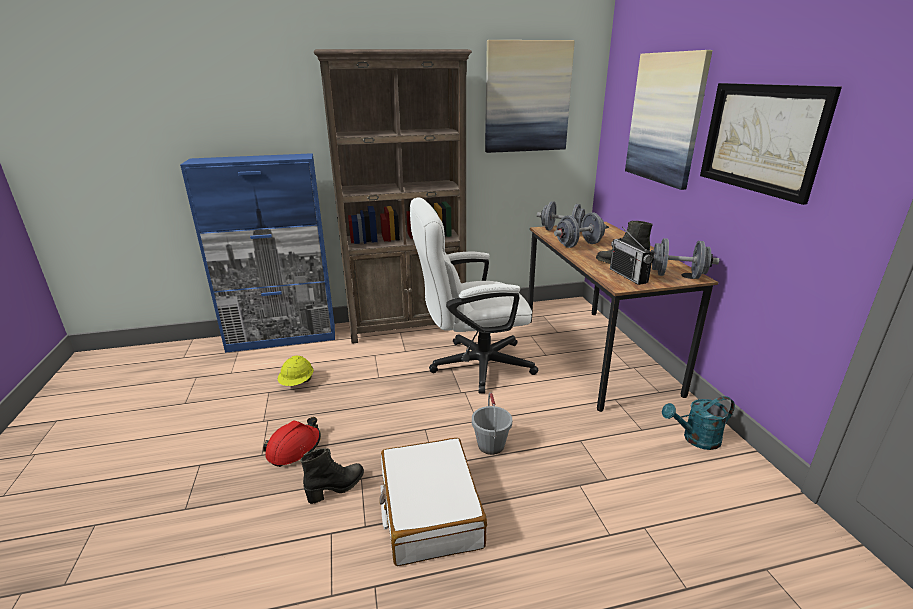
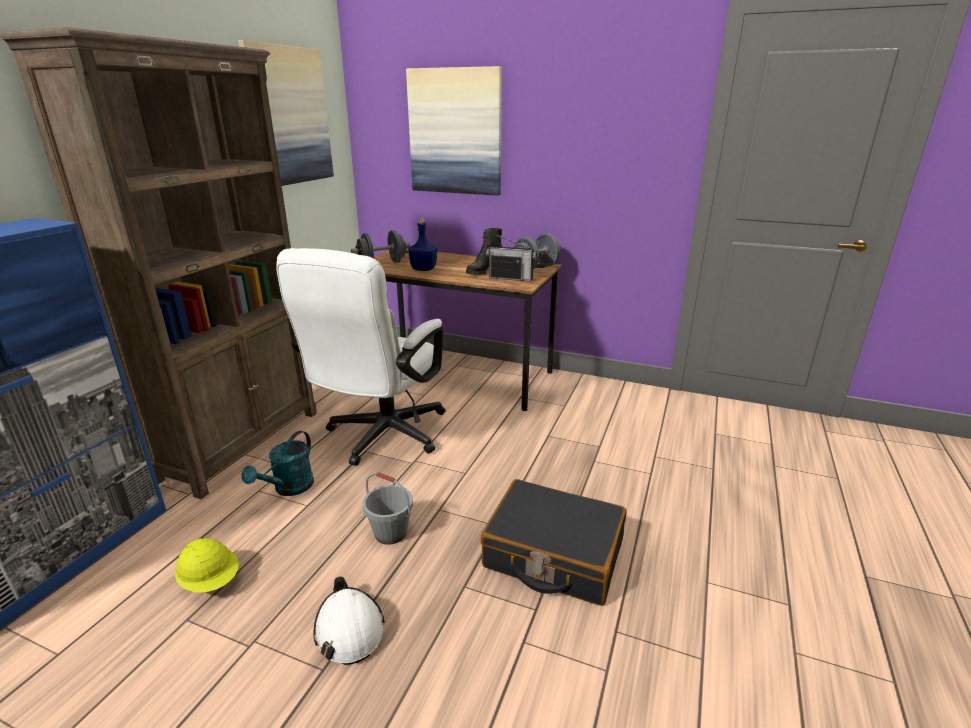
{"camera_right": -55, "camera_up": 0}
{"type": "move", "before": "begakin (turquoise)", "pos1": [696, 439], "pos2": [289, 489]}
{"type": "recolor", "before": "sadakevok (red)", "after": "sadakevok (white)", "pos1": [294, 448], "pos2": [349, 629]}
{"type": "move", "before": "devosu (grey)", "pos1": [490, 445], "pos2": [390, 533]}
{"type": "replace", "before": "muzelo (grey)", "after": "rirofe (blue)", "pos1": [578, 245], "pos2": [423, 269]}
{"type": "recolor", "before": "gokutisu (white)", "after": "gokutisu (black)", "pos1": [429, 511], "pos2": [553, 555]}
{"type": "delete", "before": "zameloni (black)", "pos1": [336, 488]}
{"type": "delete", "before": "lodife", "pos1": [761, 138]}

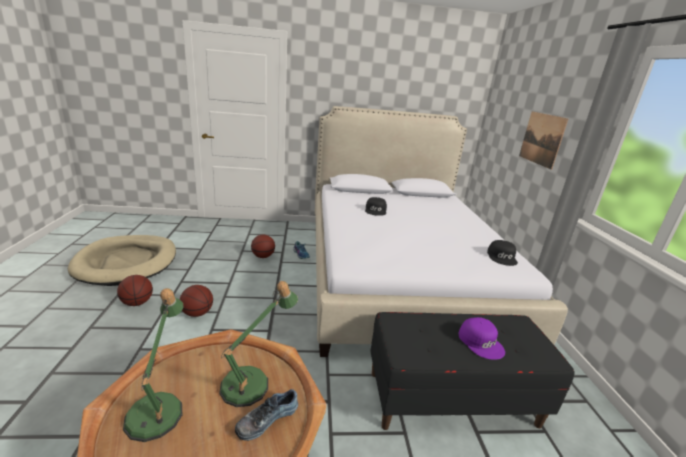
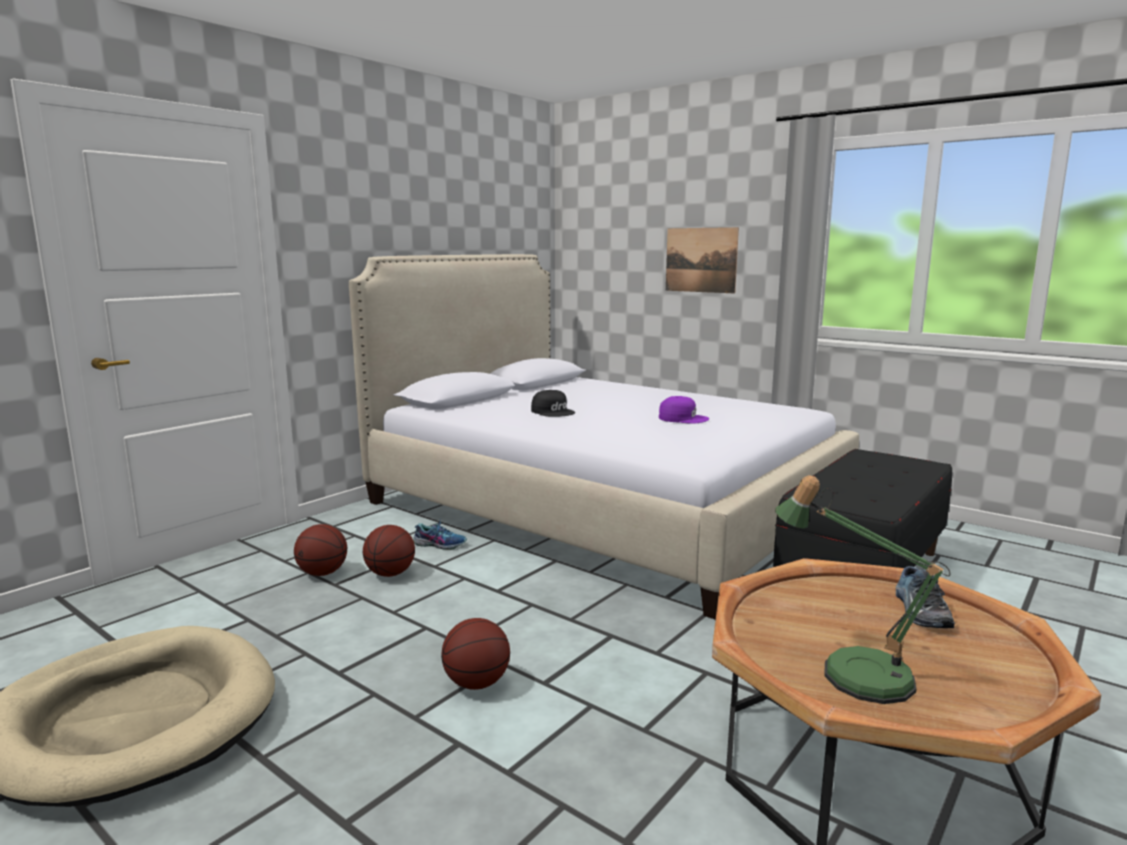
{"camera_right": -45, "camera_up": -10}
{"type": "move", "before": "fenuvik", "pos1": [137, 303], "pos2": [322, 573]}
{"type": "move", "before": "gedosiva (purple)", "pos1": [481, 342], "pos2": [682, 418]}
{"type": "delete", "before": "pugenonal", "pos1": [252, 382]}
{"type": "delete", "before": "gedosiva (black)", "pos1": [502, 257]}

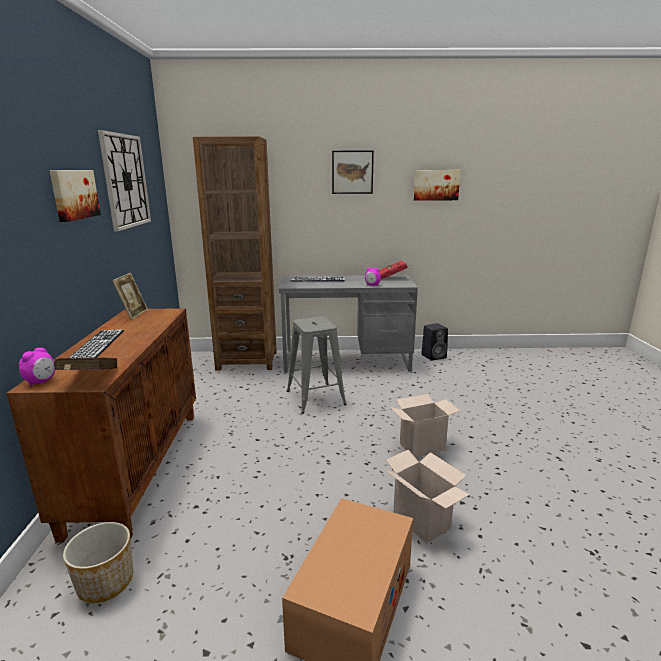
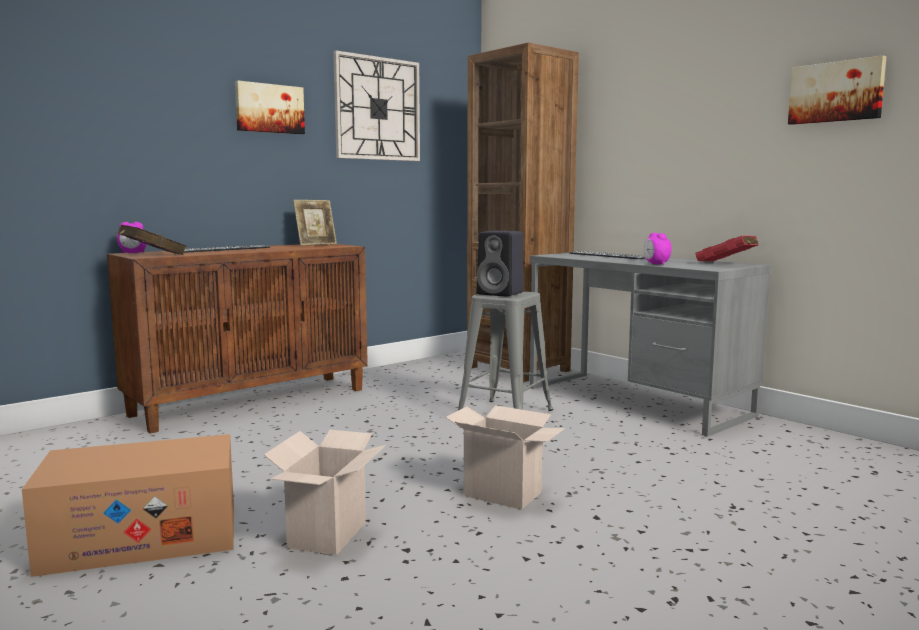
{"camera_right": 50, "camera_up": -10}
{"type": "move", "before": "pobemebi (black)", "pos1": [434, 356], "pos2": [501, 293]}
{"type": "delete", "before": "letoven", "pos1": [105, 582]}
{"type": "delete", "before": "lodife", "pos1": [352, 172]}

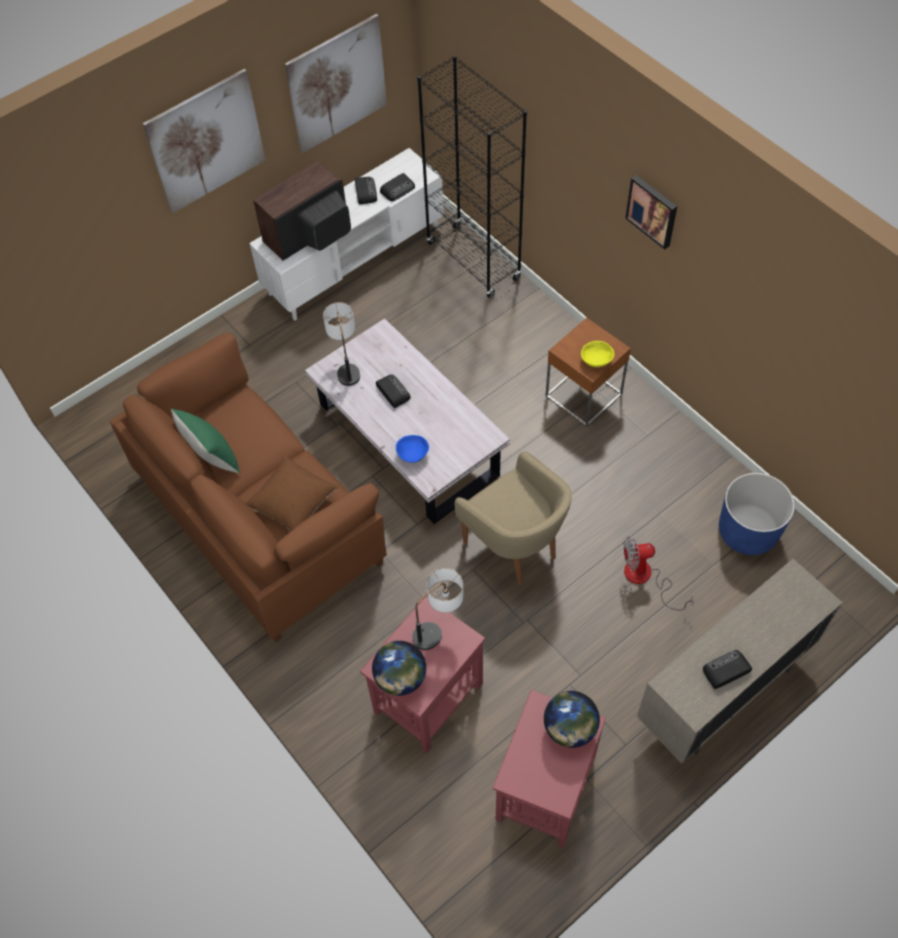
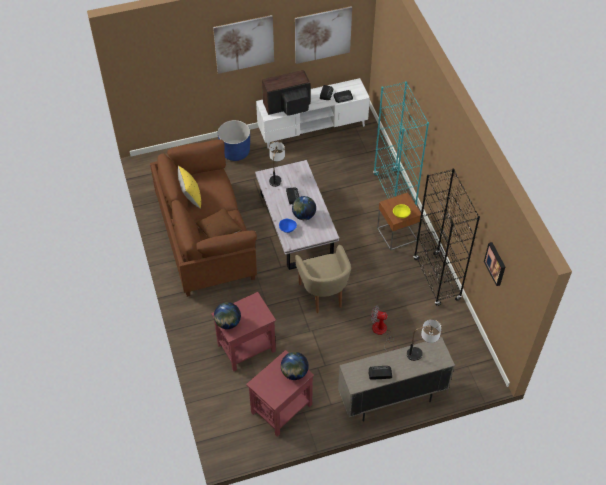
{"camera_right": 20, "camera_up": -5}
{"type": "recolor", "before": "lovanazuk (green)", "after": "lovanazuk (yellow)", "pos1": [212, 458], "pos2": [191, 197]}
{"type": "move", "before": "letoven (blue)", "pos1": [747, 531], "pos2": [235, 151]}
{"type": "insert", "after": "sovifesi", "pos2": [303, 215]}
{"type": "insert", "after": "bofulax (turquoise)", "pos2": [394, 192]}
{"type": "move", "before": "pugenonal", "pos1": [439, 627], "pos2": [422, 352]}
{"type": "move", "before": "bofulax (black)", "pos1": [473, 261], "pos2": [436, 279]}
{"type": "move", "before": "lodife", "pos1": [653, 210], "pos2": [496, 263]}

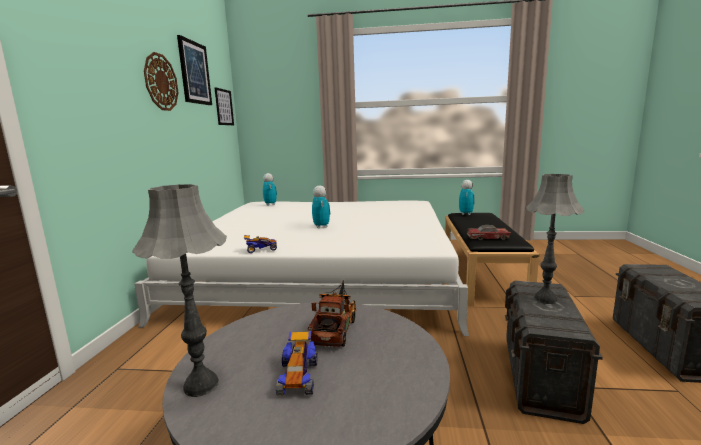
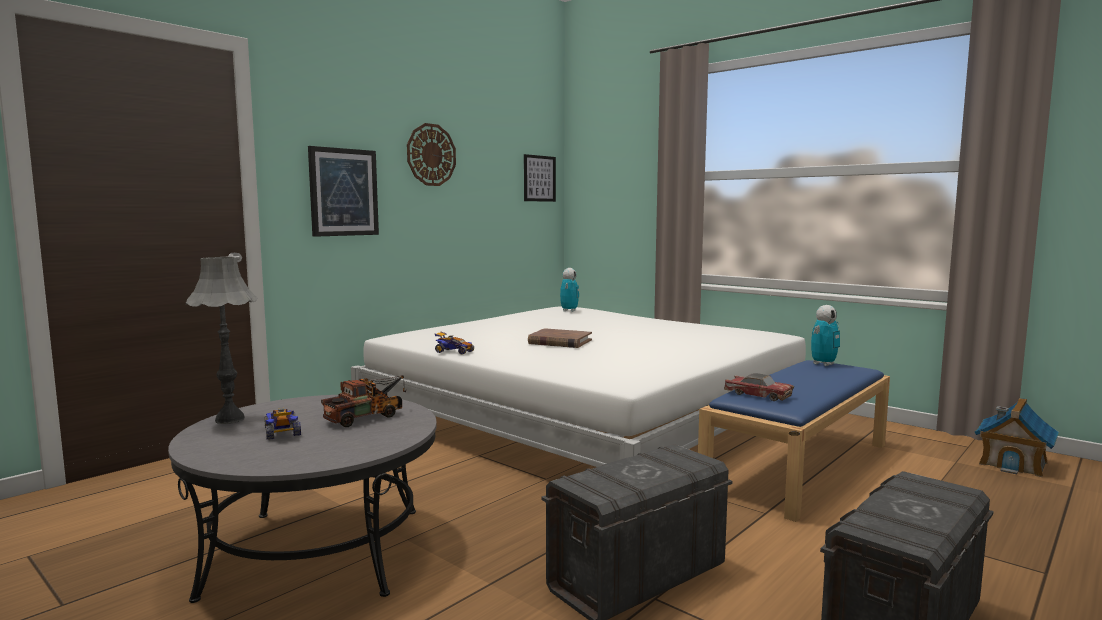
{"camera_right": 35, "camera_up": -5}
{"type": "rotate", "before": "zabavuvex", "pos1": [298, 377], "pos2": [282, 432], "turn": 120}
{"type": "move", "before": "lodife", "pos1": [194, 73], "pos2": [343, 192]}
{"type": "replace", "before": "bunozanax", "after": "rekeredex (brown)", "pos1": [321, 227], "pos2": [559, 342]}
{"type": "recolor", "before": "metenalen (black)", "after": "metenalen (blue)", "pos1": [480, 274], "pos2": [798, 465]}
{"type": "insert", "after": "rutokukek", "pos2": [1013, 463]}
{"type": "delete", "before": "pugenonal (grey)", "pos1": [545, 299]}

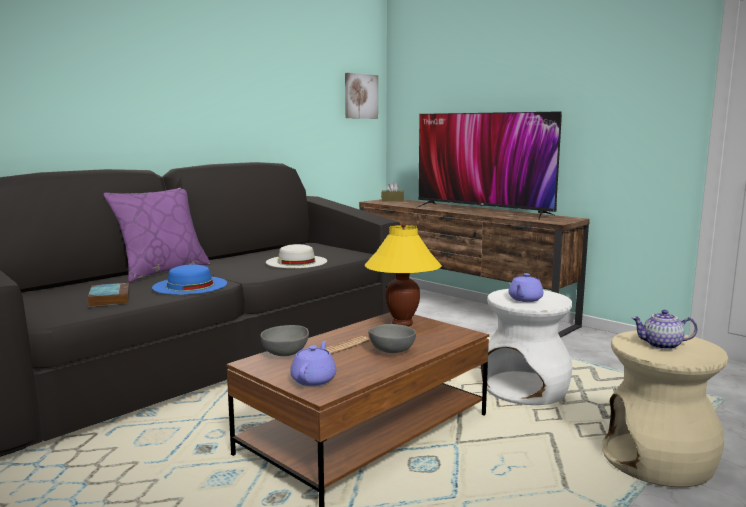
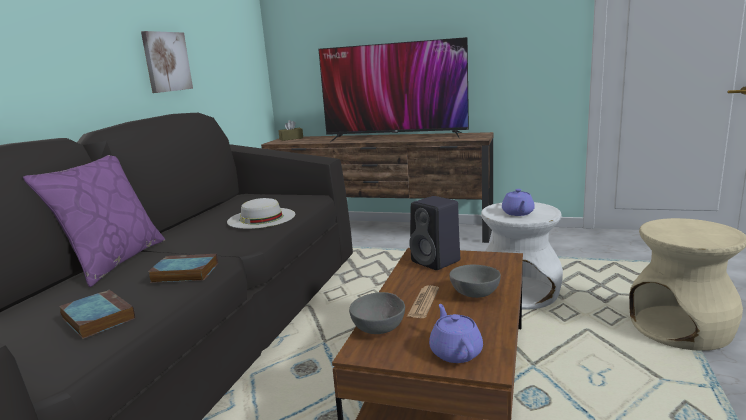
{"camera_right": -25, "camera_up": 5}
{"type": "move", "before": "lodife", "pos1": [360, 96], "pos2": [166, 62]}
{"type": "replace", "before": "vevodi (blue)", "after": "rekeredex", "pos1": [190, 285], "pos2": [183, 273]}
{"type": "replace", "before": "pugenonal (yellow)", "after": "pobemebi (black)", "pos1": [402, 324], "pos2": [437, 261]}
{"type": "delete", "before": "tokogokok", "pos1": [662, 346]}

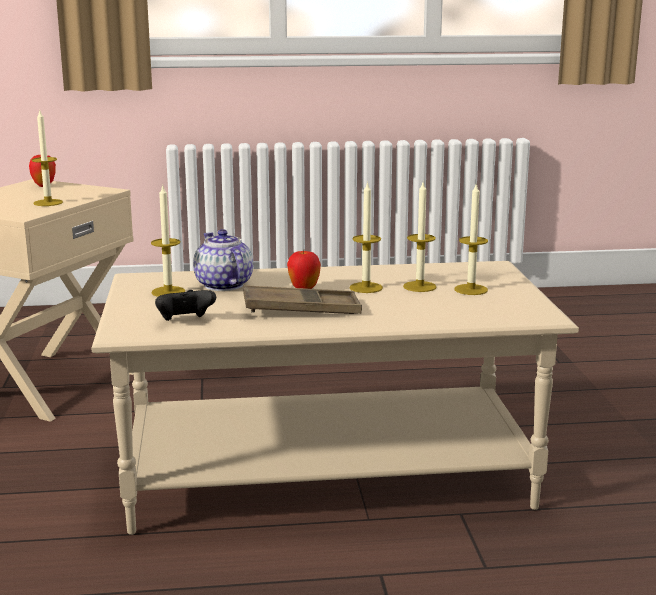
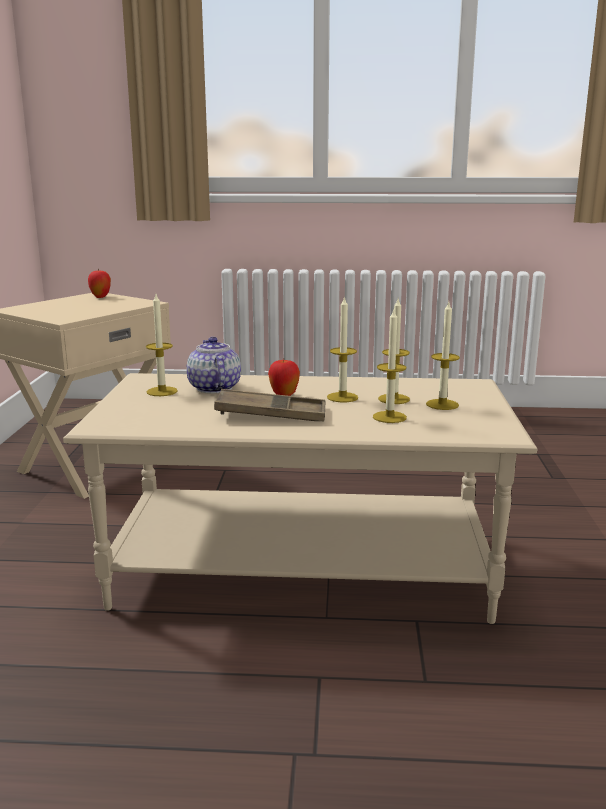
{"camera_right": 10, "camera_up": 0}
{"type": "move", "before": "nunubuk", "pos1": [48, 203], "pos2": [389, 417]}
{"type": "delete", "before": "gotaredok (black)", "pos1": [185, 321]}

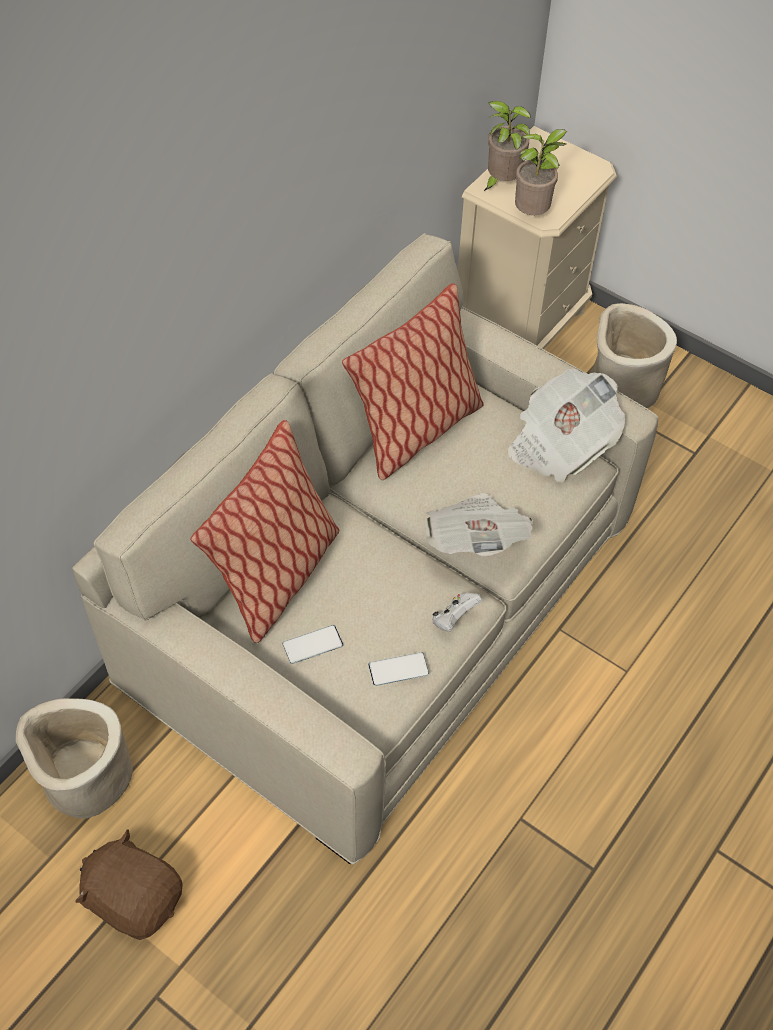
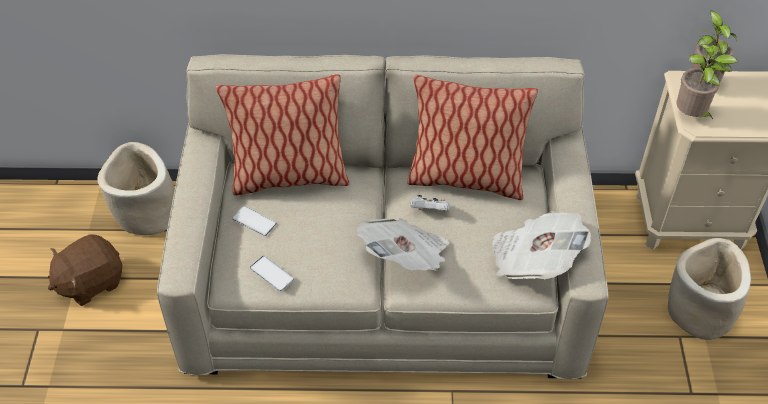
{"camera_right": 55, "camera_up": -5}
{"type": "rotate", "before": "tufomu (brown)", "pos1": [135, 898], "pos2": [90, 282], "turn": -120}
{"type": "move", "before": "gotaredok (white)", "pos1": [454, 618], "pos2": [429, 211]}

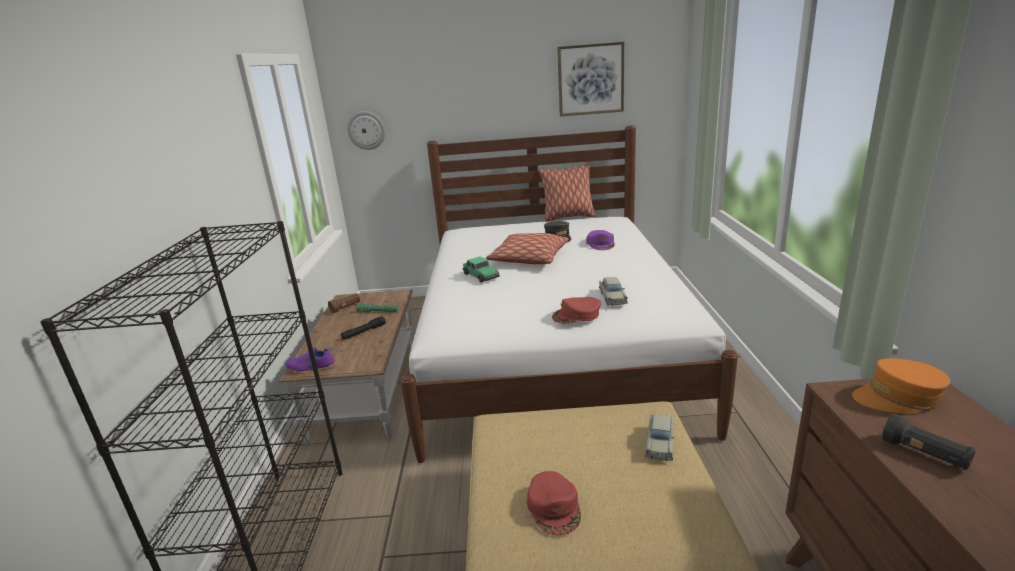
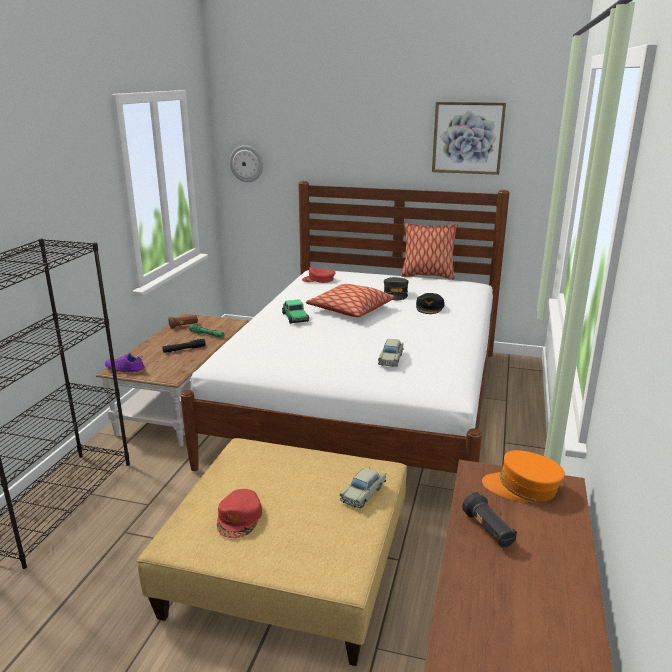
{"camera_right": 15, "camera_up": 0}
{"type": "move", "before": "gedosiva (red)", "pos1": [577, 315], "pos2": [318, 279]}
{"type": "recolor", "before": "gedosiva (purple)", "after": "gedosiva (black)", "pos1": [601, 244], "pos2": [430, 307]}

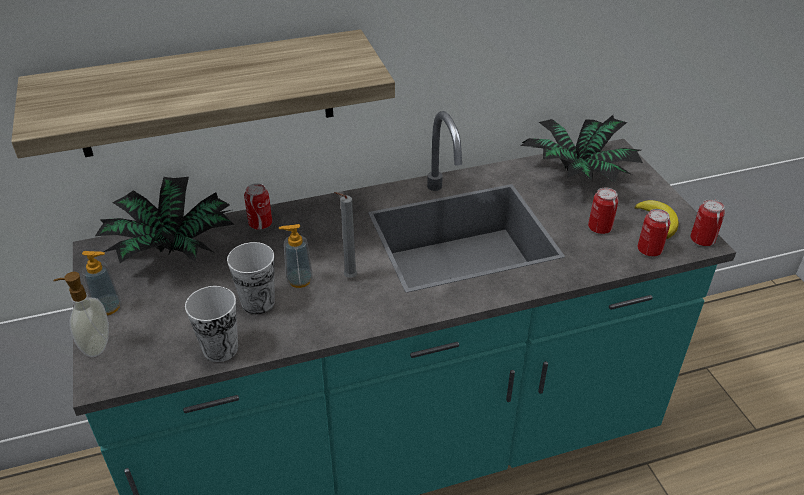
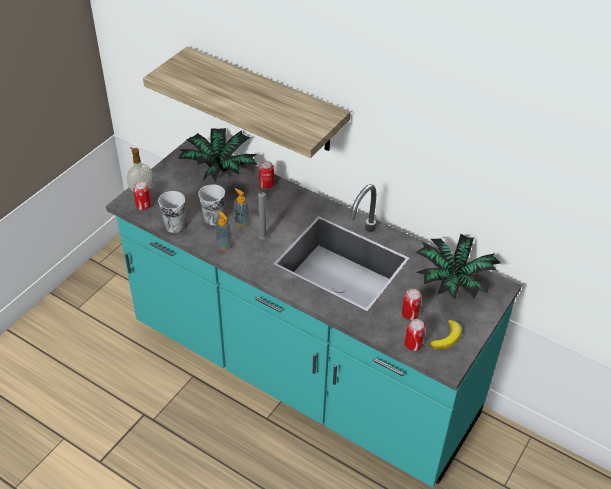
{"camera_right": 50, "camera_up": 5}
{"type": "move", "before": "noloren", "pos1": [702, 240], "pos2": [143, 205]}
{"type": "move", "before": "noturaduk", "pos1": [108, 307], "pos2": [224, 245]}

